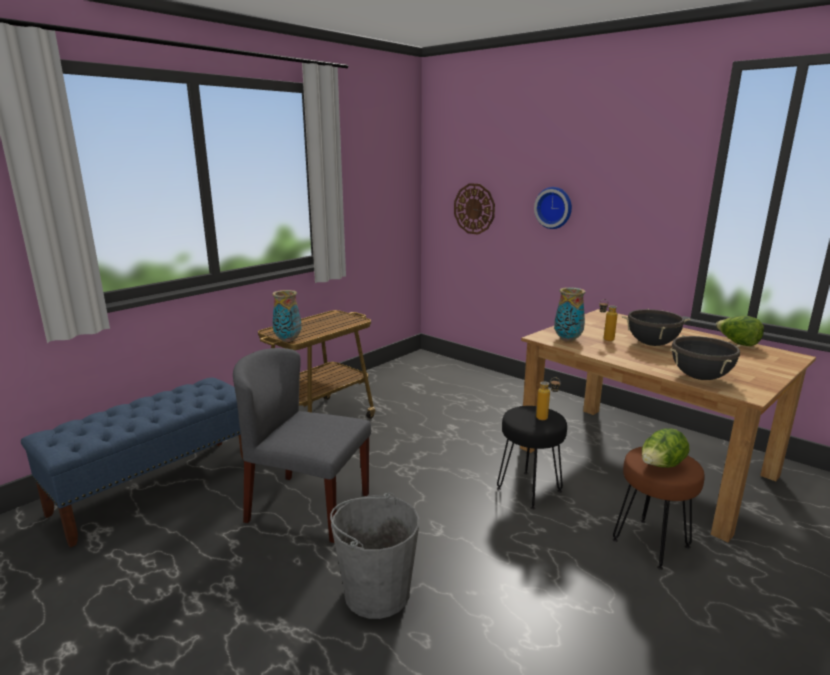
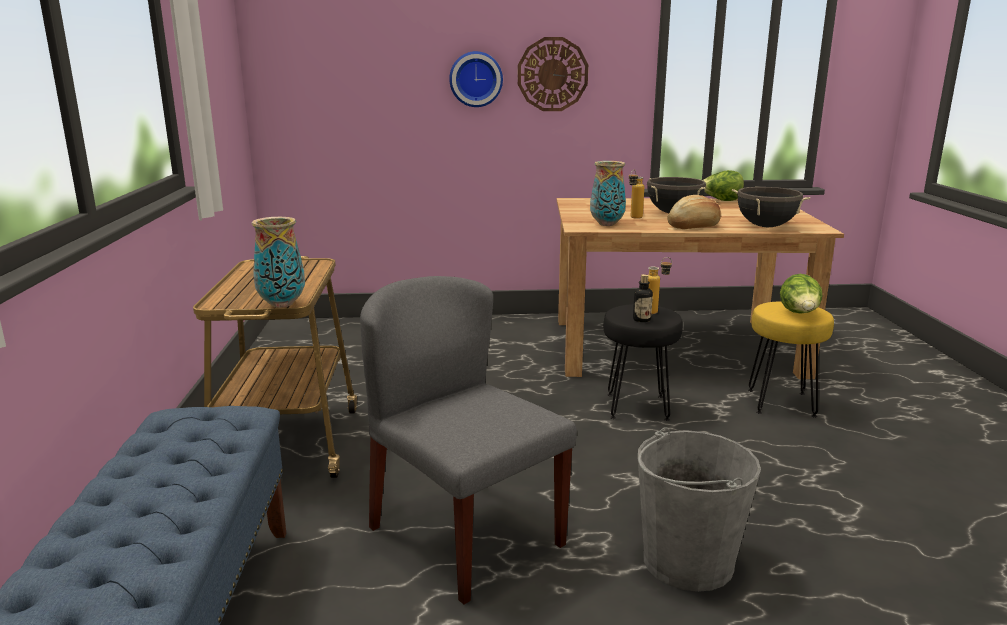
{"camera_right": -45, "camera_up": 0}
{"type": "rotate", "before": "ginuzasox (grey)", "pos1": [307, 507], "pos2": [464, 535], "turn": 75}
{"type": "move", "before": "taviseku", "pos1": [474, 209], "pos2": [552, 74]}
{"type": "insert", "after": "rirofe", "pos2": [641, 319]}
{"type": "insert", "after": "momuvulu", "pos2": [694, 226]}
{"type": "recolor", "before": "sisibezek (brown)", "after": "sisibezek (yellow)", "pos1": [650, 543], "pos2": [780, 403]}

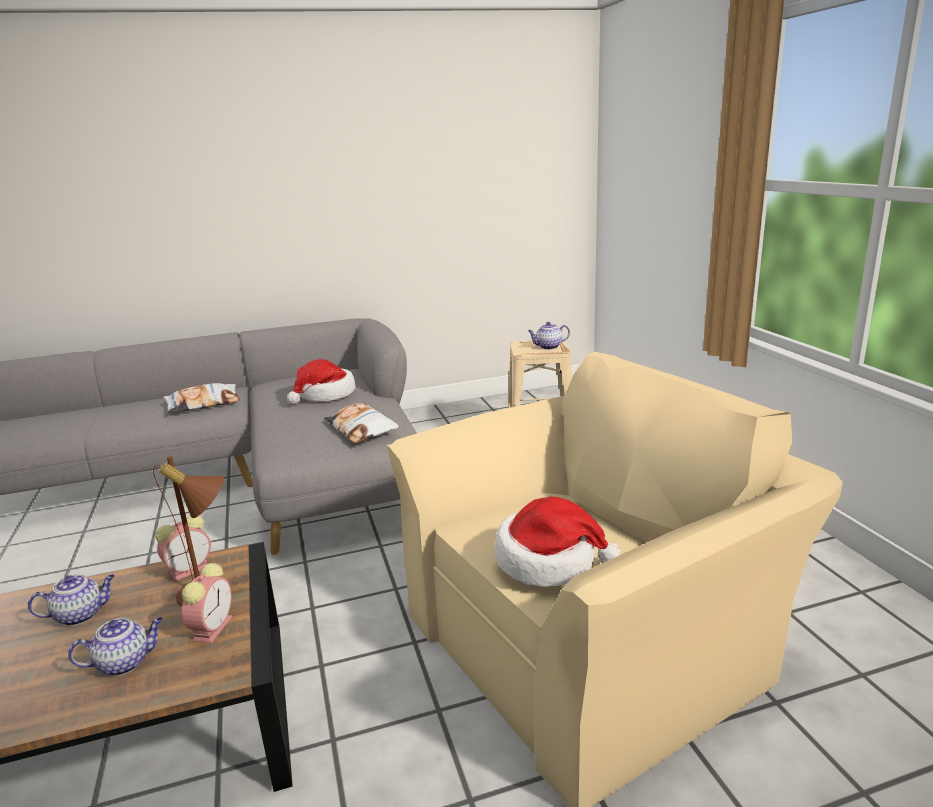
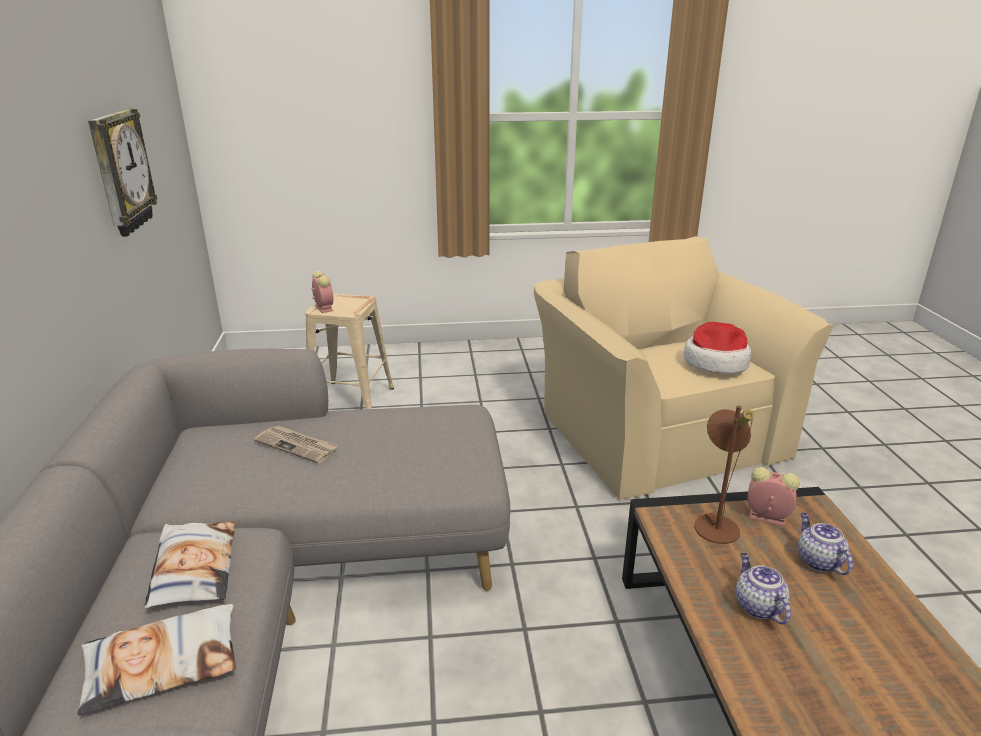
{"camera_right": -80, "camera_up": 5}
{"type": "move", "before": "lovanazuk", "pos1": [362, 429], "pos2": [163, 664]}
{"type": "insert", "after": "taviseku", "pos2": [120, 172]}
{"type": "replace", "before": "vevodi", "after": "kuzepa", "pos1": [325, 395], "pos2": [297, 446]}
{"type": "move", "before": "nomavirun", "pos1": [190, 569], "pos2": [323, 308]}
{"type": "delete", "before": "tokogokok", "pos1": [548, 347]}

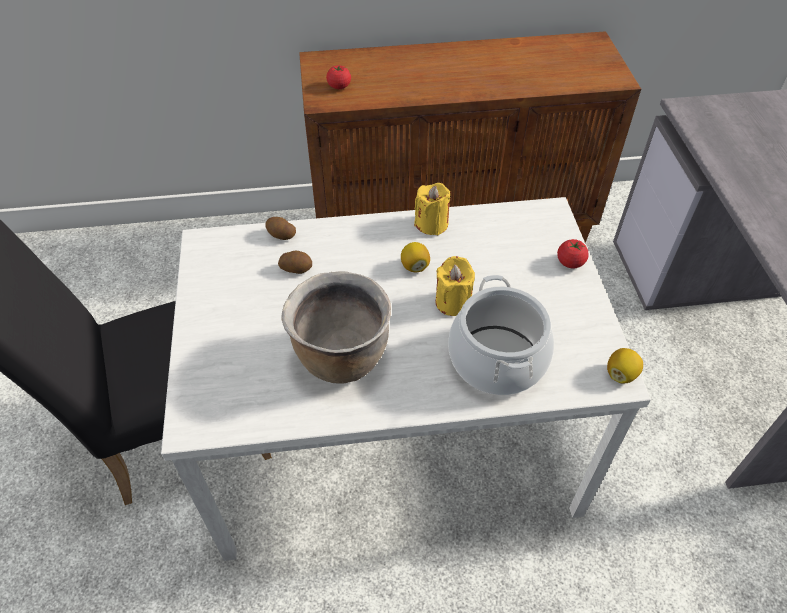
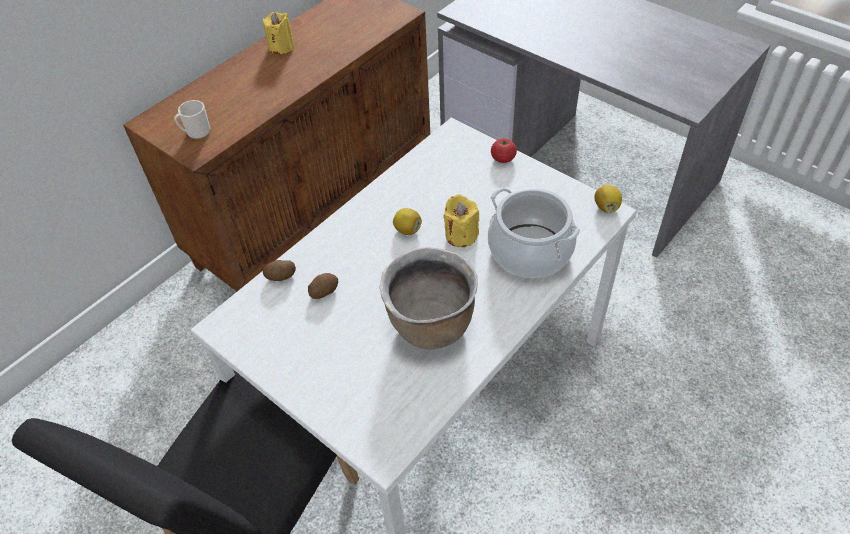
{"camera_right": -40, "camera_up": 0}
{"type": "replace", "before": "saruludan", "after": "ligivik", "pos1": [339, 86], "pos2": [196, 132]}
{"type": "move", "before": "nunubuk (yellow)", "pos1": [431, 224], "pos2": [281, 47]}

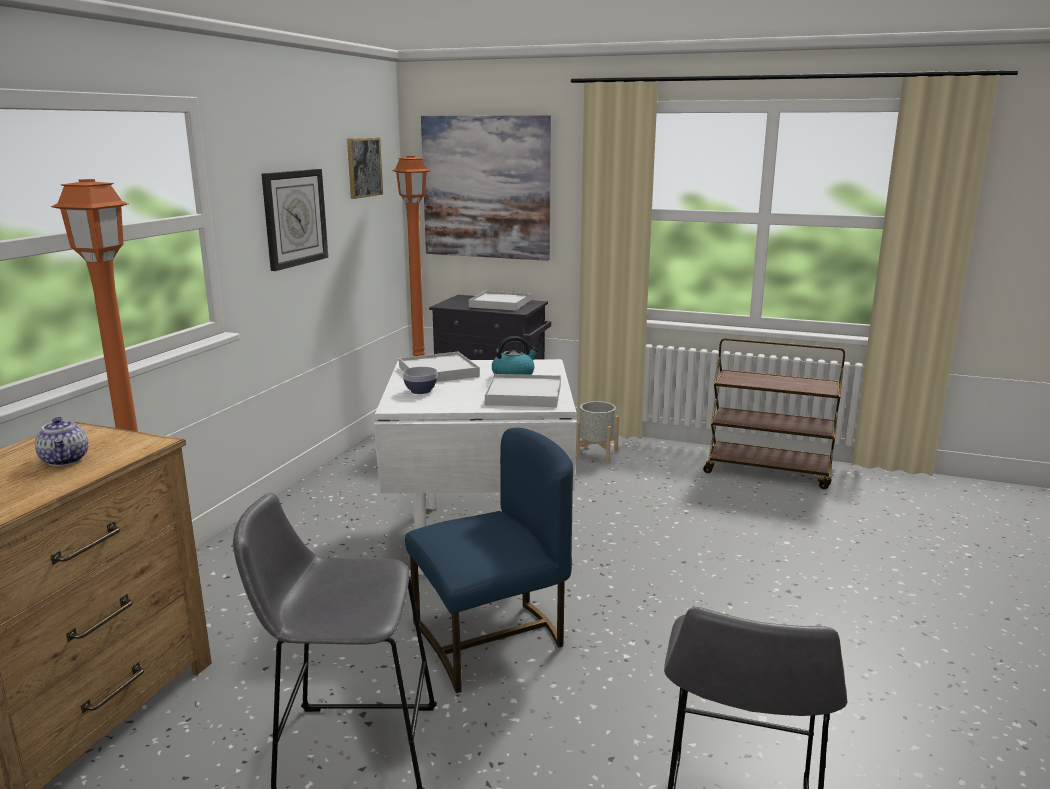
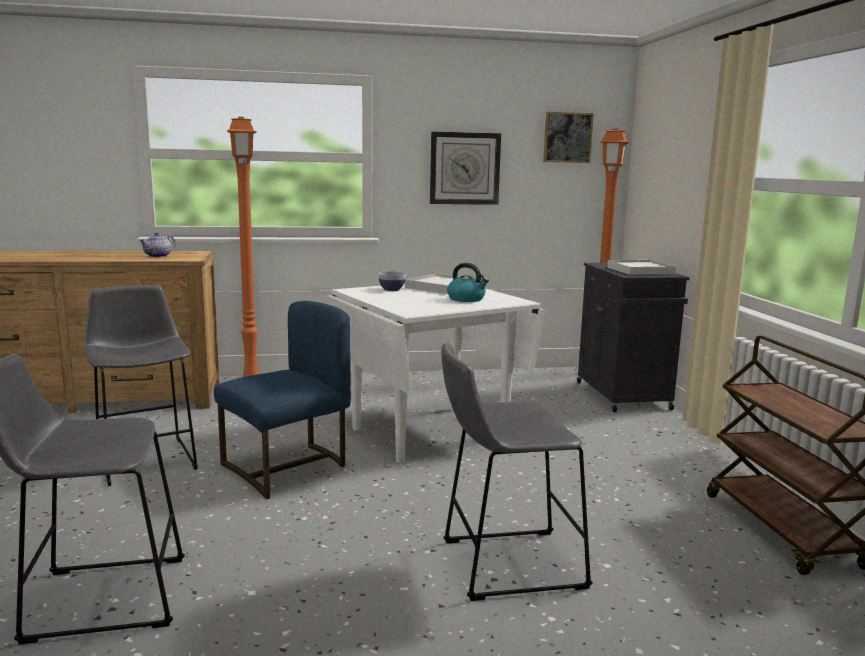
{"camera_right": 60, "camera_up": -5}
{"type": "rotate", "before": "ginuzasox (blue)", "pos1": [491, 640], "pos2": [287, 468], "turn": -75}
{"type": "insert", "after": "sisibezek (grey)", "pos2": [504, 564]}
{"type": "delete", "before": "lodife", "pos1": [486, 187]}
{"type": "delete", "before": "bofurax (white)", "pos1": [523, 395]}
{"type": "delete", "before": "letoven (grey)", "pos1": [596, 454]}

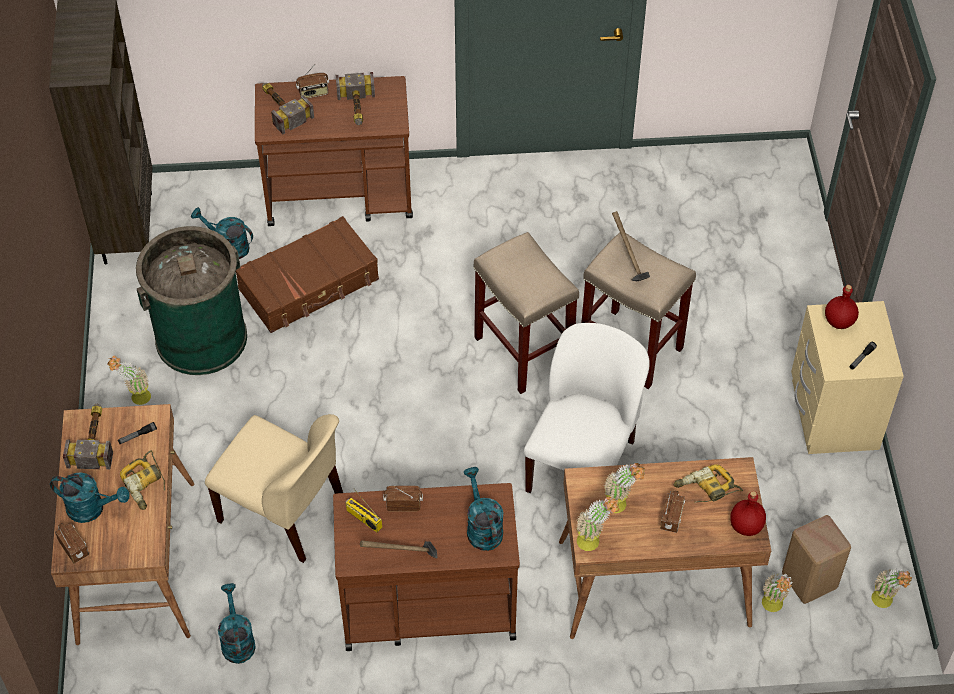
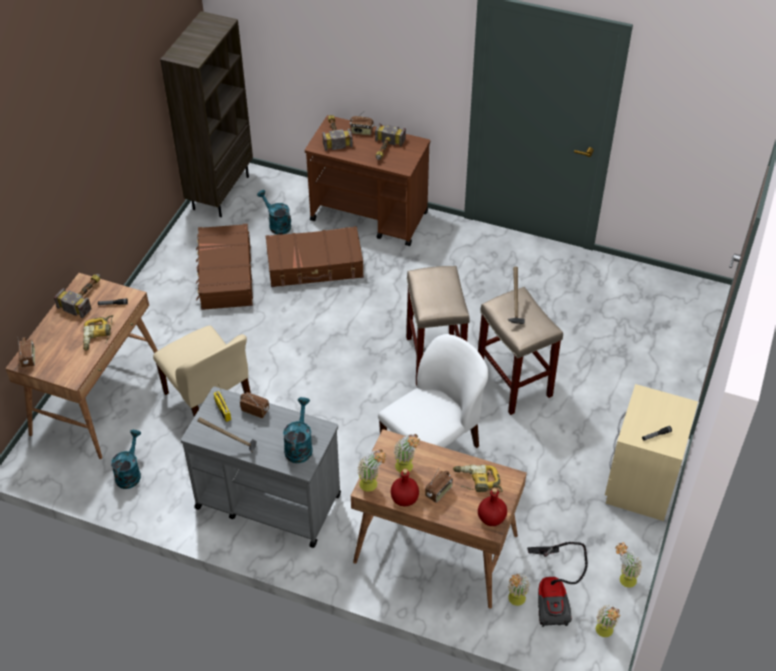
{"camera_right": 25, "camera_up": -5}
{"type": "recolor", "before": "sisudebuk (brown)", "after": "sisudebuk (grey)", "pos1": [427, 606], "pos2": [267, 500]}
{"type": "replace", "before": "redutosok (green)", "after": "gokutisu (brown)", "pos1": [201, 338], "pos2": [225, 275]}
{"type": "move", "before": "rirofe (red)", "pos1": [839, 322], "pos2": [404, 499]}
{"type": "replace", "before": "sisibezek (beige)", "after": "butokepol", "pos1": [808, 582], "pos2": [553, 594]}
{"type": "move", "before": "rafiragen", "pos1": [135, 398], "pos2": [623, 579]}
{"type": "delete", "before": "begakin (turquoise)", "pos1": [92, 509]}

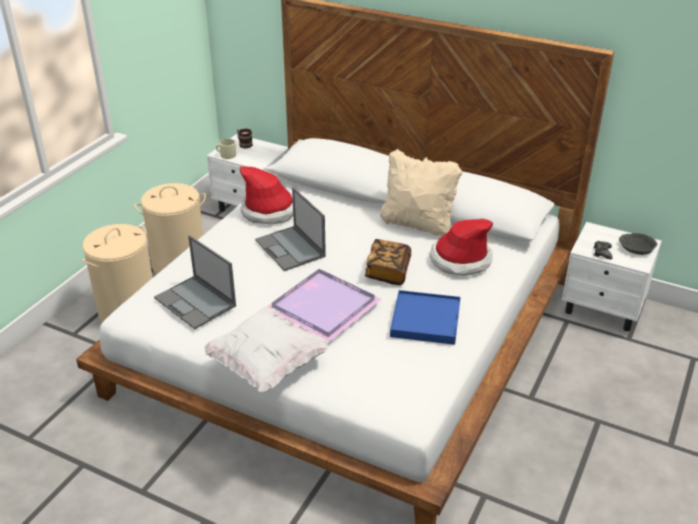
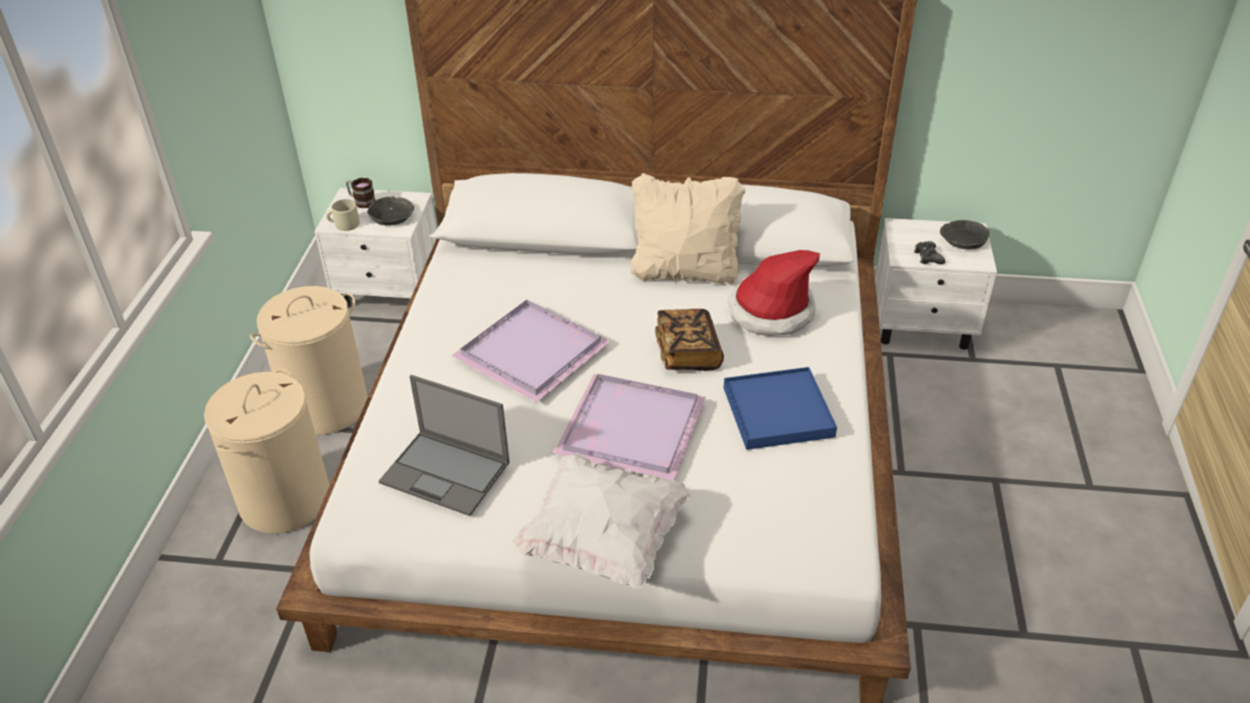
{"camera_right": -20, "camera_up": 5}
{"type": "insert", "after": "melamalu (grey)", "pos2": [392, 216]}
{"type": "replace", "before": "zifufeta", "after": "bofurax (purple)", "pos1": [291, 249], "pos2": [535, 352]}
{"type": "delete", "before": "vevodi", "pos1": [269, 211]}

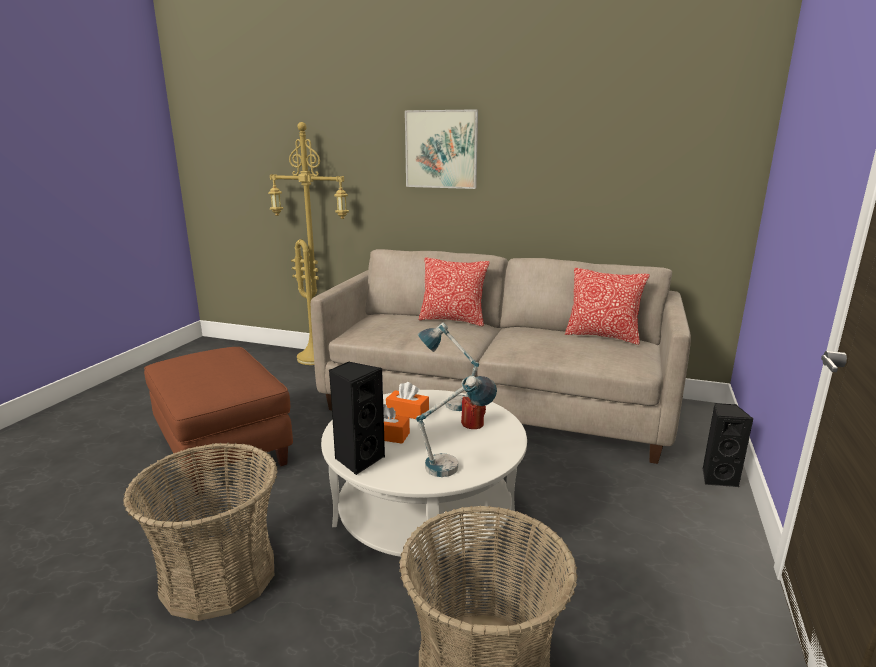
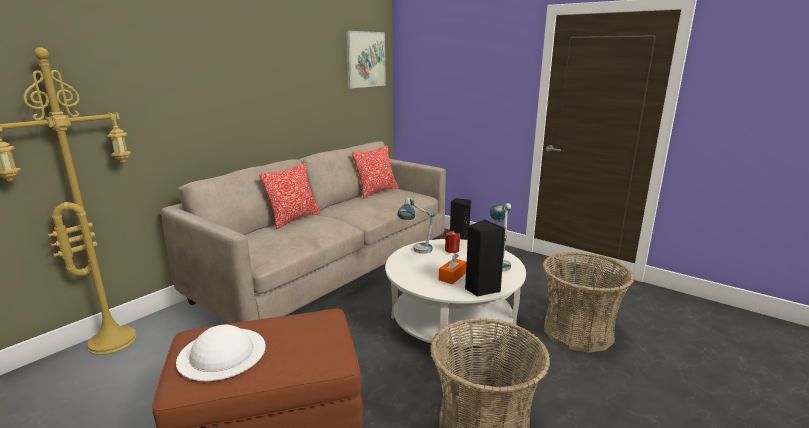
{"camera_right": -70, "camera_up": 0}
{"type": "insert", "after": "vevodi (white)", "pos2": [222, 353]}
{"type": "move", "before": "lodife", "pos1": [441, 149], "pos2": [365, 59]}
{"type": "delete", "before": "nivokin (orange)", "pos1": [407, 412]}

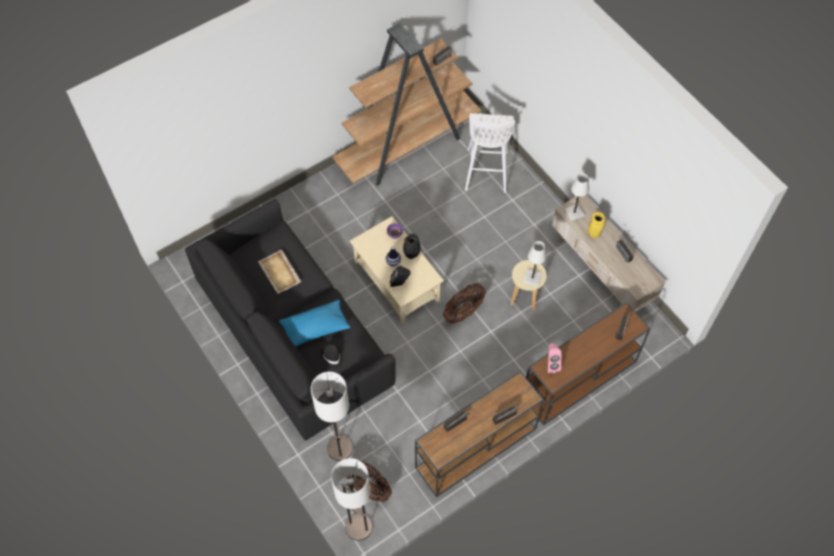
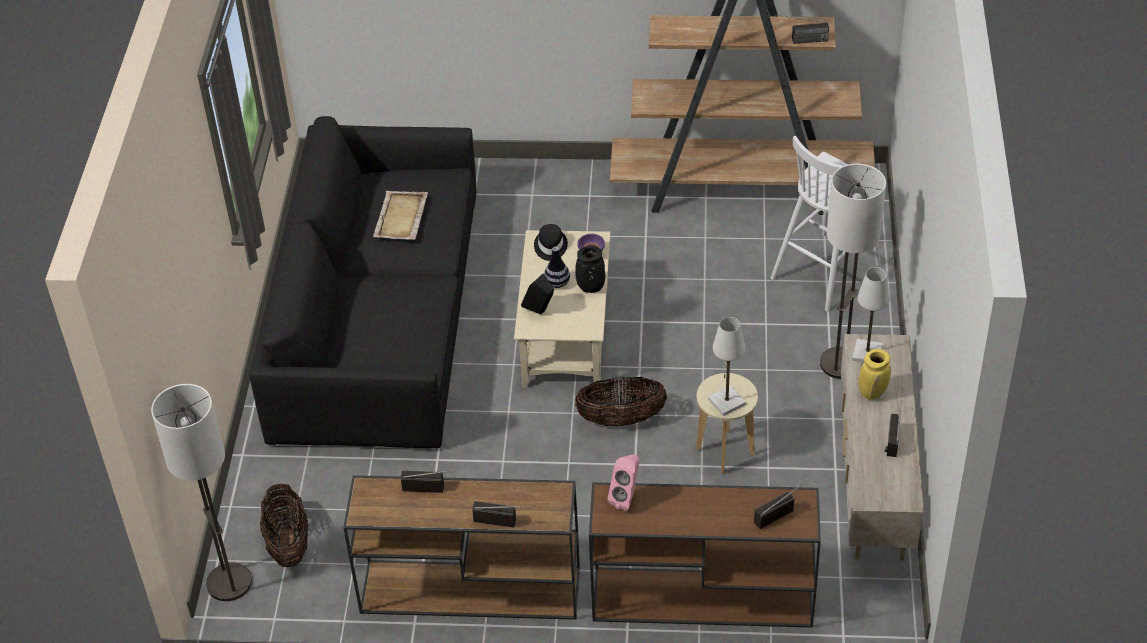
{"camera_right": 40, "camera_up": -15}
{"type": "move", "before": "vevodi (black)", "pos1": [332, 357], "pos2": [550, 247]}
{"type": "move", "before": "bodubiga", "pos1": [340, 448], "pos2": [840, 364]}
{"type": "delete", "before": "lovanazuk (blue)", "pos1": [315, 328]}

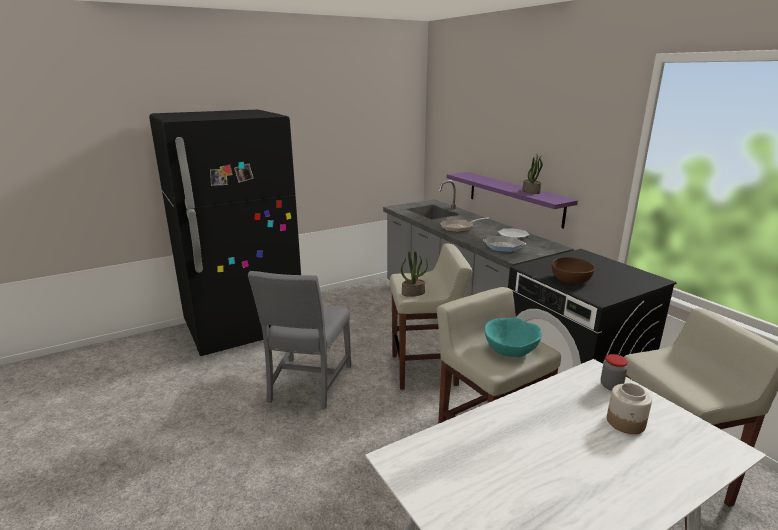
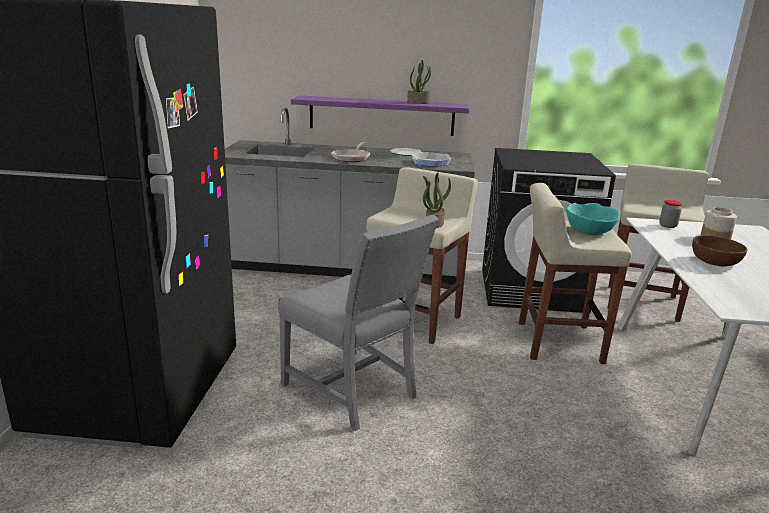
{"camera_right": -55, "camera_up": 0}
{"type": "move", "before": "melamalu (brown)", "pos1": [571, 279], "pos2": [715, 261]}

